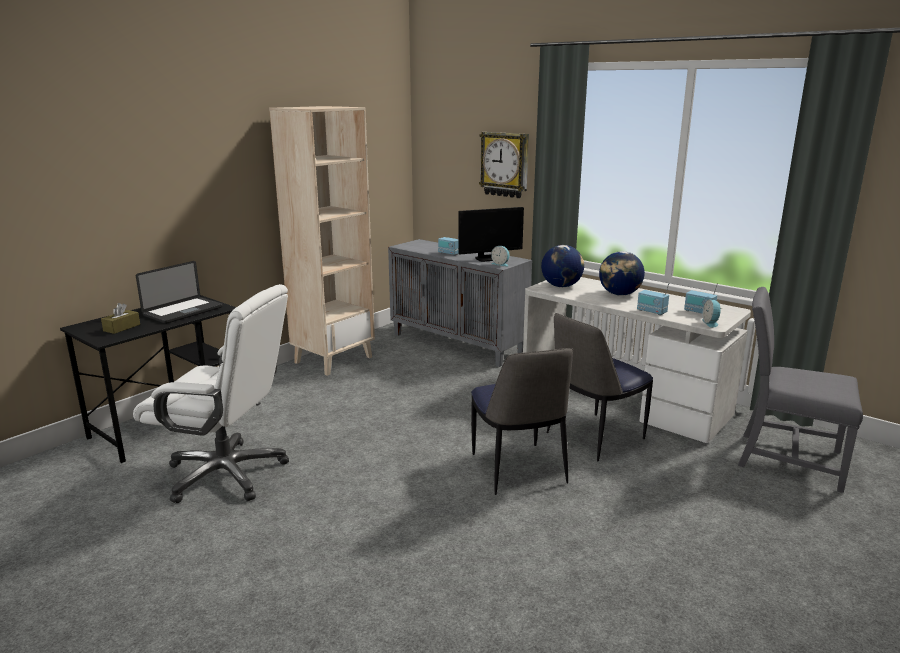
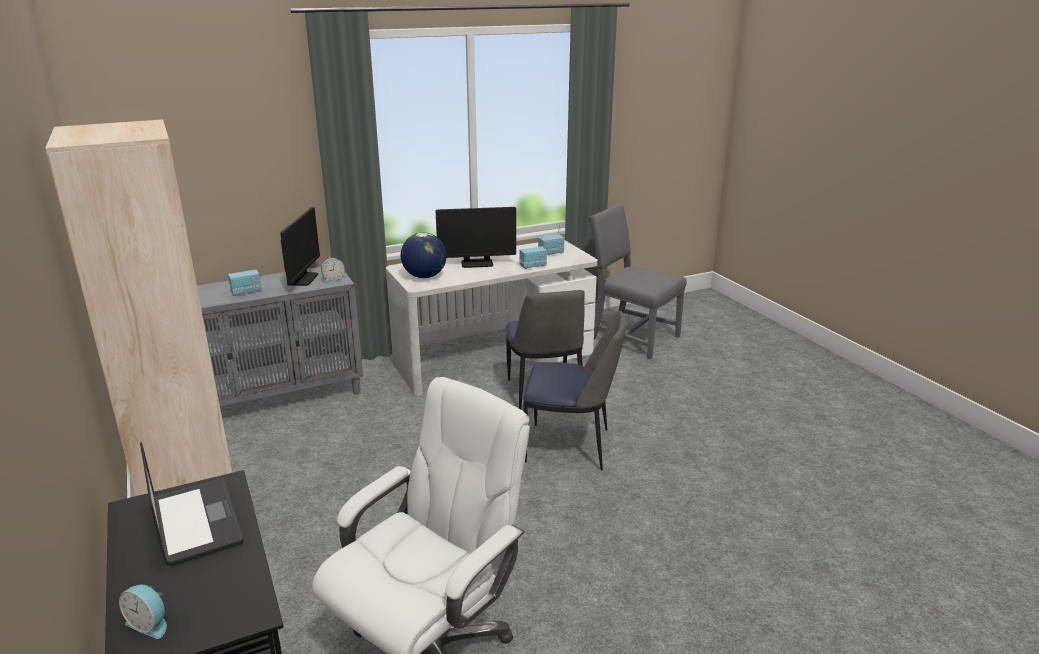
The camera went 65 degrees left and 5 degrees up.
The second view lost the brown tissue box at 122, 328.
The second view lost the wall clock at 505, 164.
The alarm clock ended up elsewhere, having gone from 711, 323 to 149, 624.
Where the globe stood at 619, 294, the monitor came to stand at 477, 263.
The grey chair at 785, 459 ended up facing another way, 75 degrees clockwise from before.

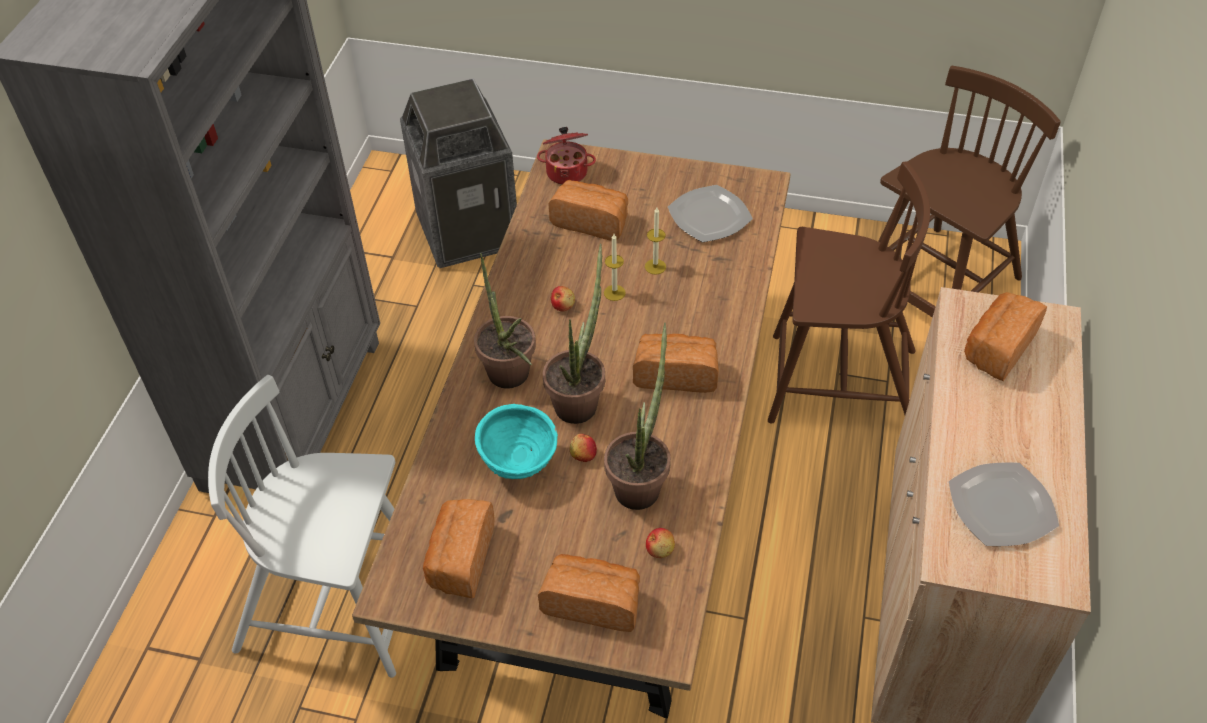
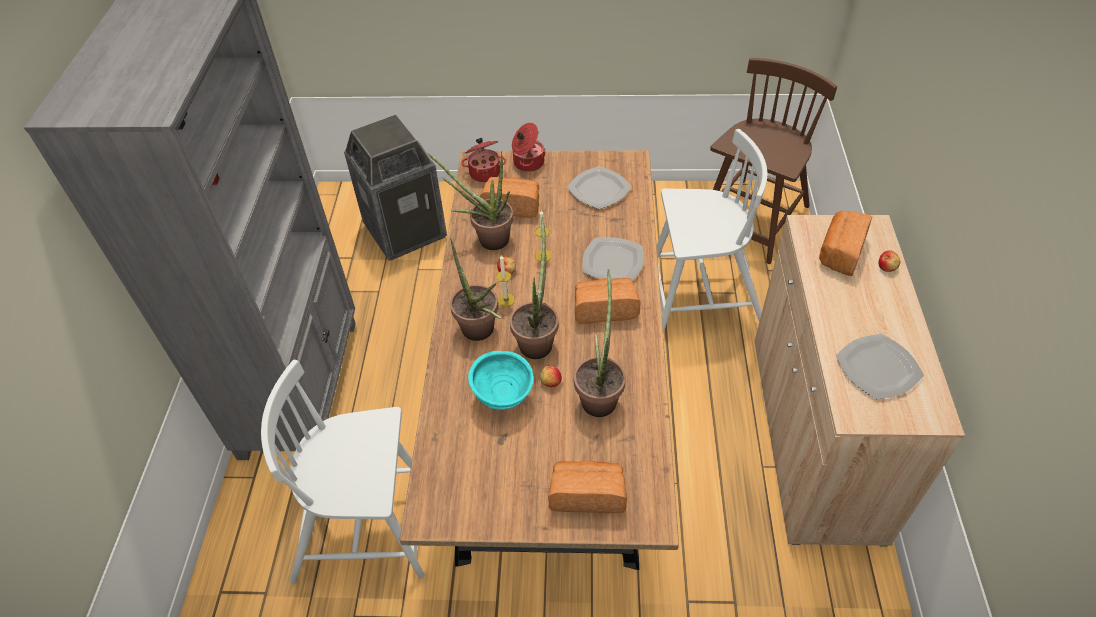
The camera went 10 degrees left and 0 degrees up.
The second view lost the bread at 460, 559.
The second view gained the potted plant at 487, 239.
The second view gained the cooking pot at 528, 162.
The second view gained the plate at 612, 261.
The candle ended up elsewhere, having gone from 655, 266 to 506, 300.
The apple ended up elsewhere, having gone from 660, 549 to 887, 267.
What was the brown chair at 838, 384 turned into the white chair at 701, 300.

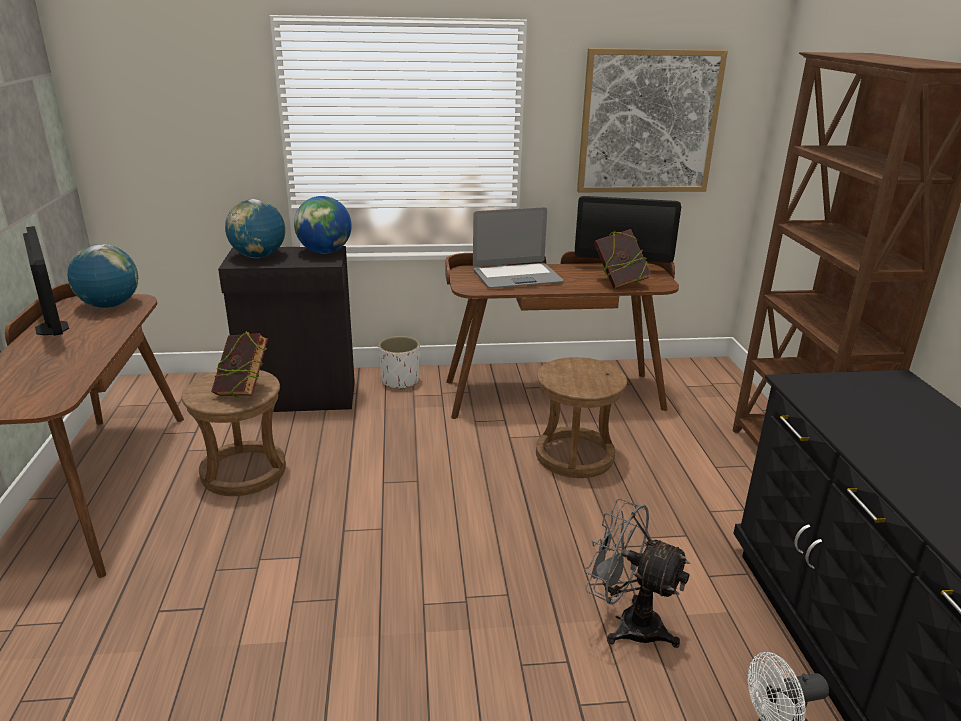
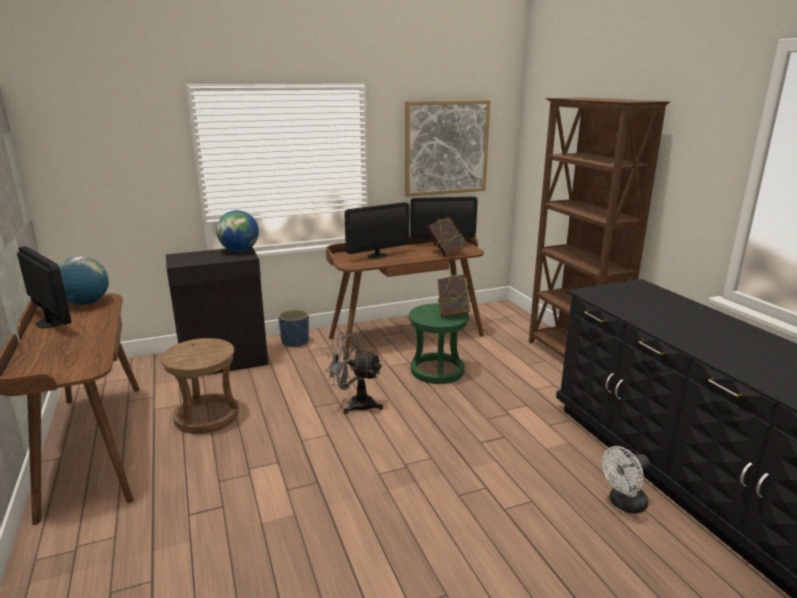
The camera went 15 degrees left and 5 degrees down.
The second view lost the globe at 259, 257.
The book ended up elsewhere, having gone from 243, 391 to 453, 313.
The grey fan ended up elsewhere, having gone from 628, 623 to 355, 404.
Where the laptop stood at 517, 277, the monitor came to stand at 377, 256.
What was the white planter at 400, 381 turned into the blue planter at 295, 342.
What was the brown stool at 574, 456 turned into the green stool at 437, 371.

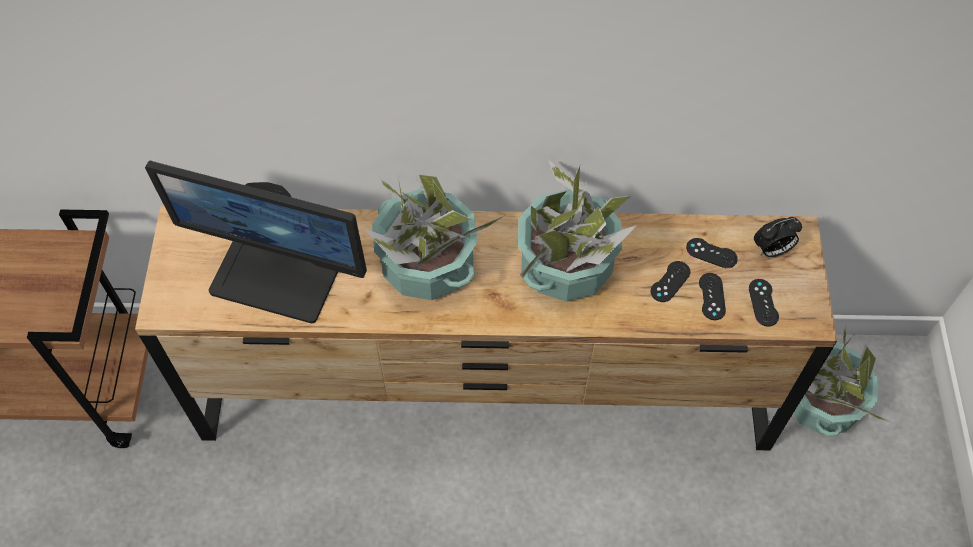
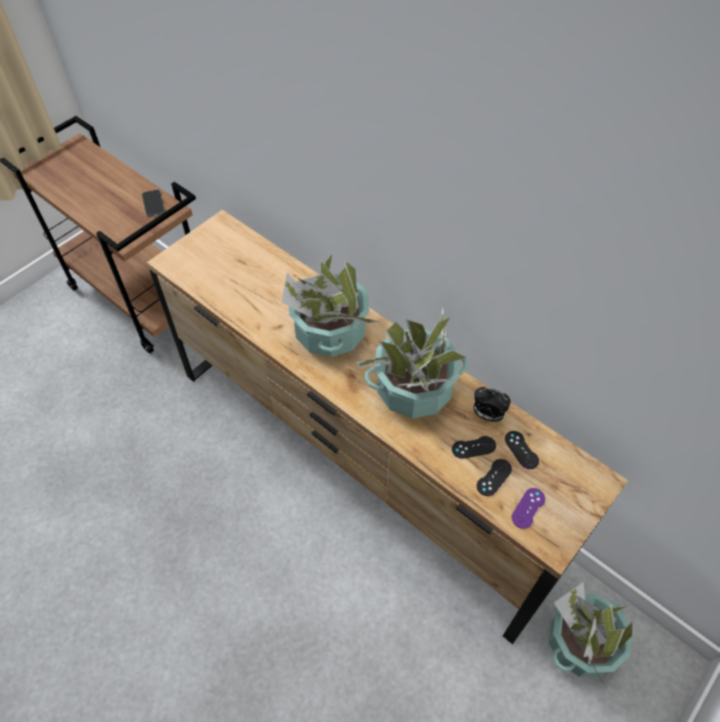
The camera went 40 degrees right and 5 degrees down.
The second view lost the monitor at 277, 276.
The second view gained the phone at 153, 204.
The alarm clock ended up elsewhere, having gone from 771, 250 to 487, 415.
What was the black game controller at 763, 302 turned into the purple game controller at 528, 508.

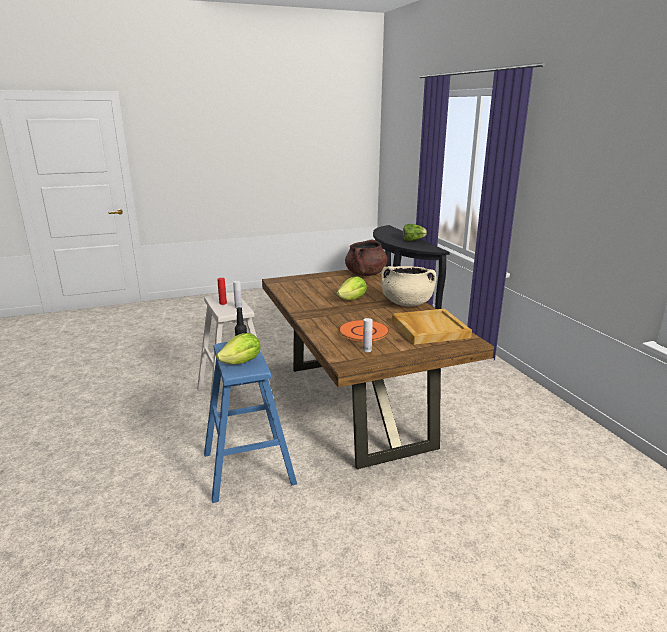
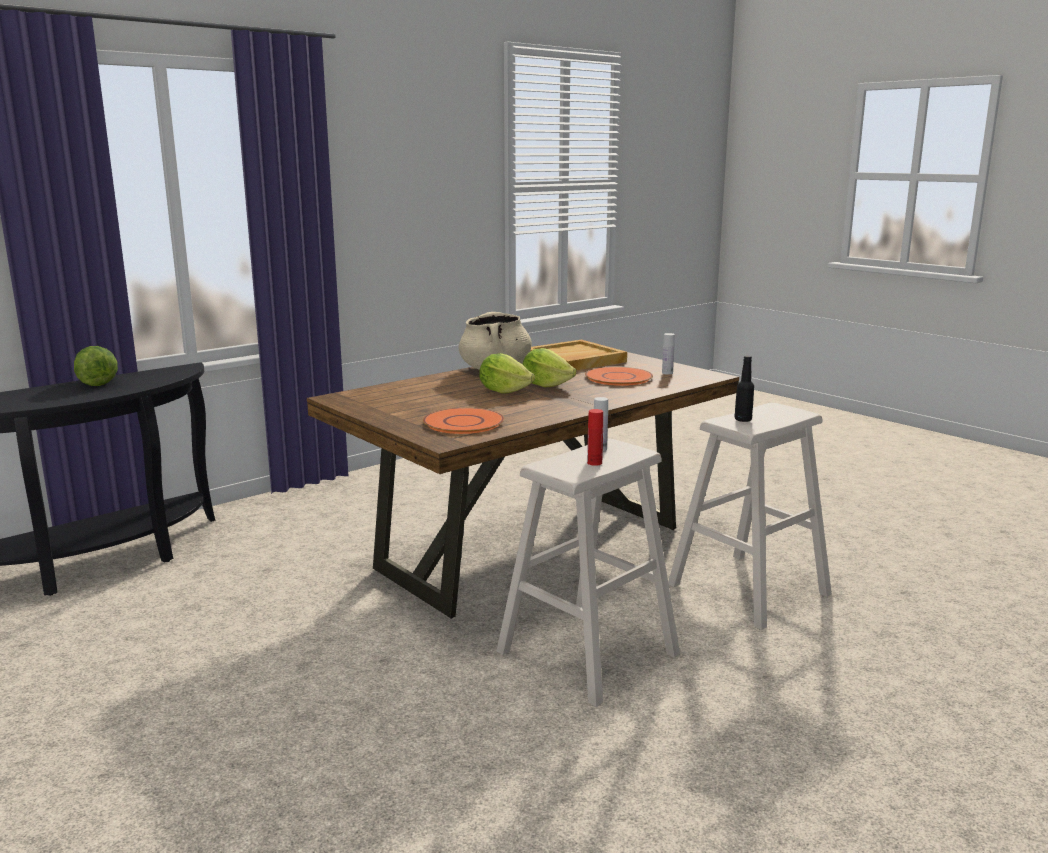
The camera went 110 degrees left and 5 degrees down.
The second view lost the brown cooking pot at 365, 274.
The second view gained the orange plate at 464, 423.
The lettuce ended up elsewhere, having gone from 242, 362 to 546, 385.
What was the blue stool at 248, 468 turned into the beige stool at 748, 589.

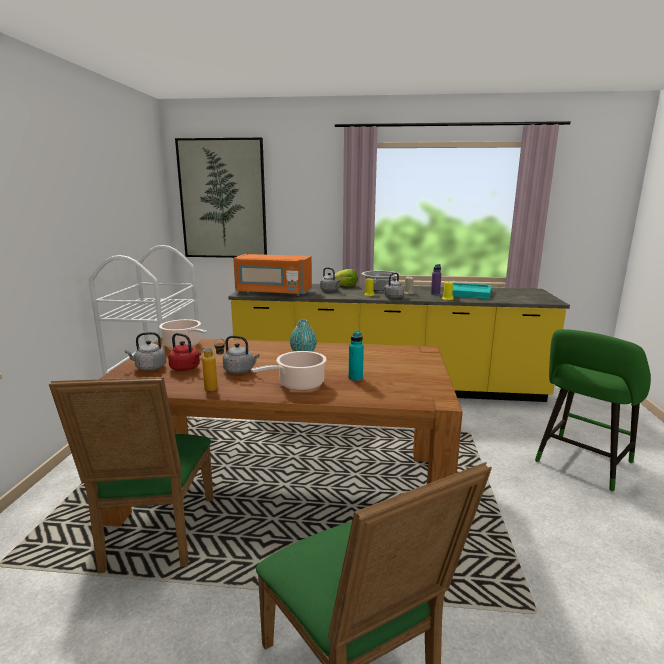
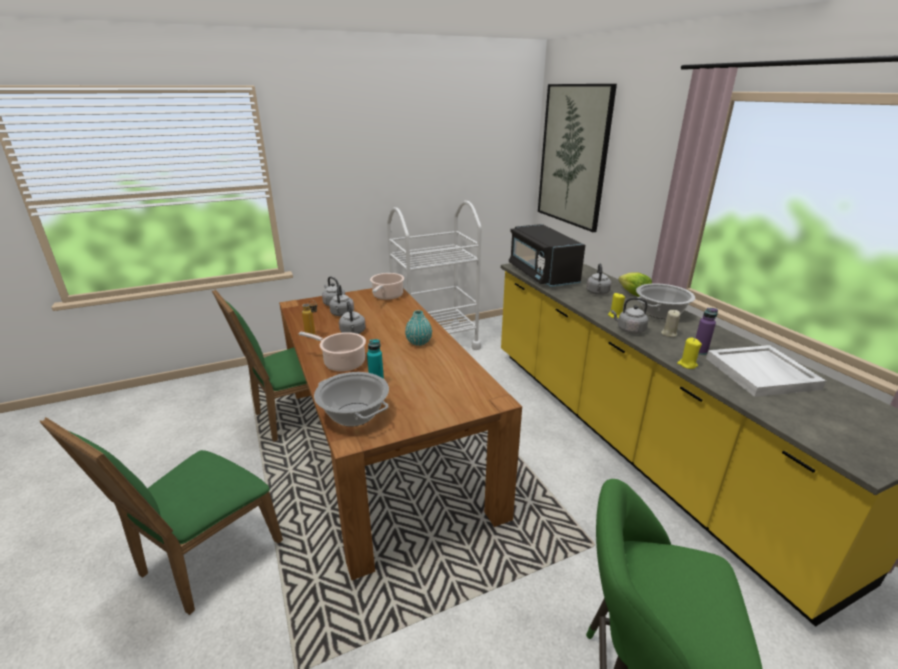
The camera went 60 degrees right and 10 degrees up.
The second view gained the cooking pot at 354, 415.
What was the red kettle at 186, 368 turned into the grey kettle at 342, 314.
What was the orange microwave at 273, 292 turned into the black microwave at 542, 274.
What was the turquoise tray at 468, 293 turned into the white tray at 762, 373.

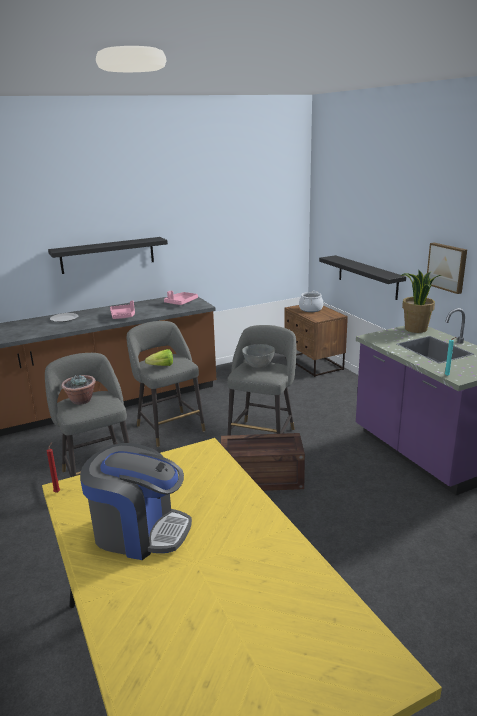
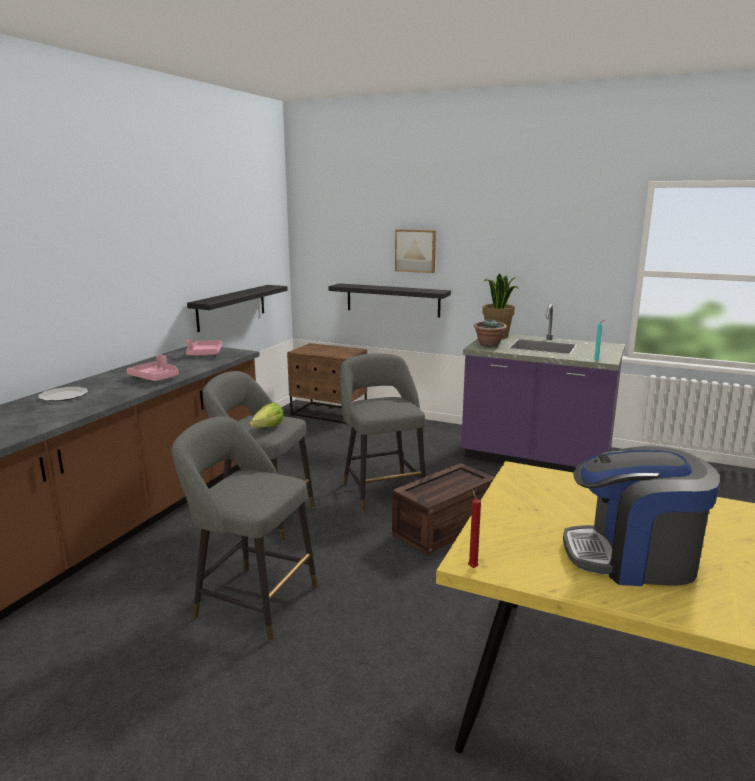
The camera went 40 degrees left and 5 degrees down.
The second view lost the grey bowl at 258, 366.
The second view lost the cooking pot at 310, 309.
The black shelf ended up elsewhere, having gone from 107, 255 to 231, 307.
The potted plant ended up elsewhere, having gone from 81, 401 to 489, 345.
The picture ended up elsewhere, having gone from 447, 267 to 415, 250.
The coffee machine at 139, 531 ended up facing another way, 150 degrees counterclockwise from before.

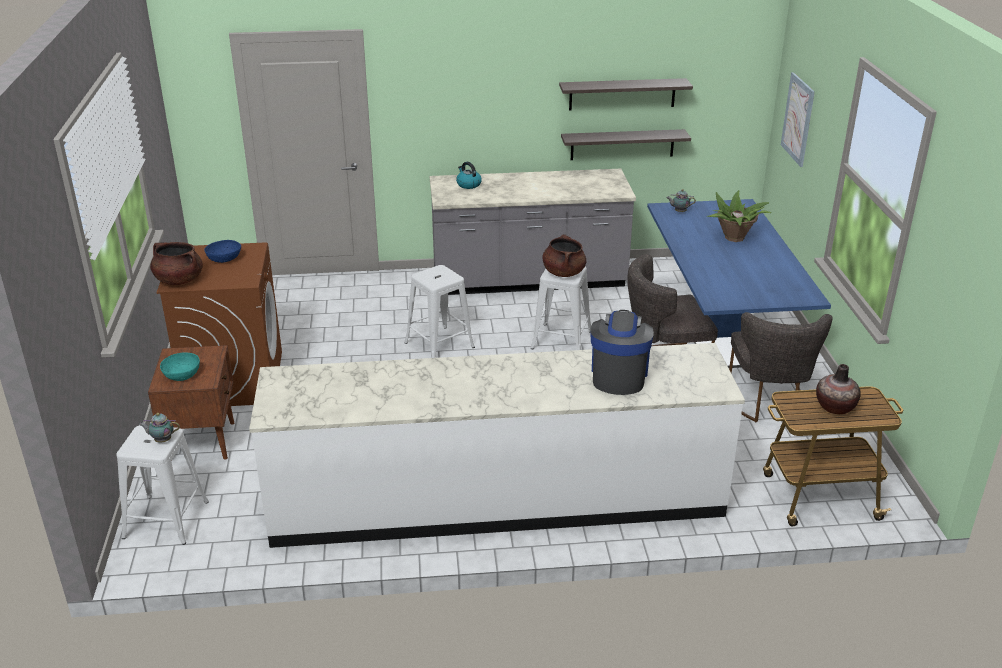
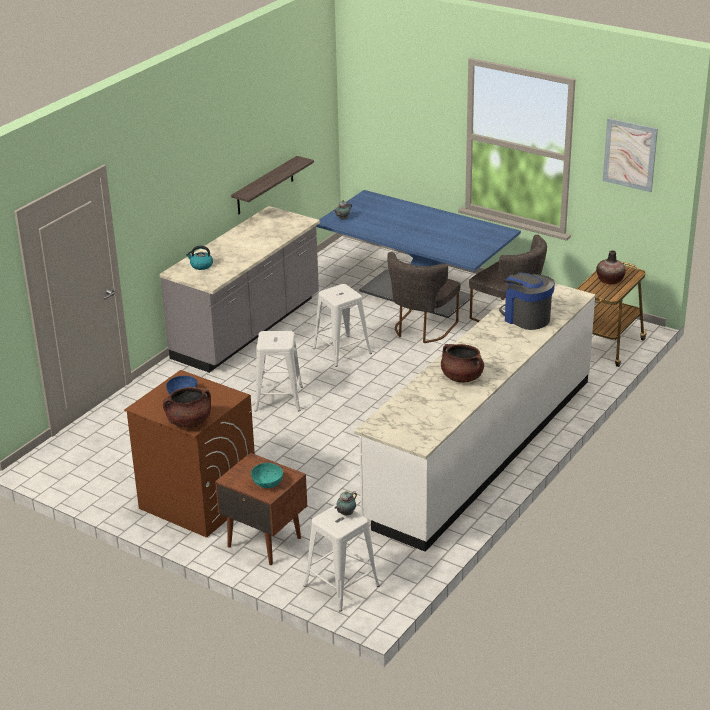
The camera went 50 degrees left and 0 degrees up.
The second view lost the shelf at 622, 94.
The second view lost the potted plant at 734, 238.
The brown cooking pot ended up elsewhere, having gone from 563, 272 to 461, 377.
The picture ended up elsewhere, having gone from 798, 119 to 630, 154.

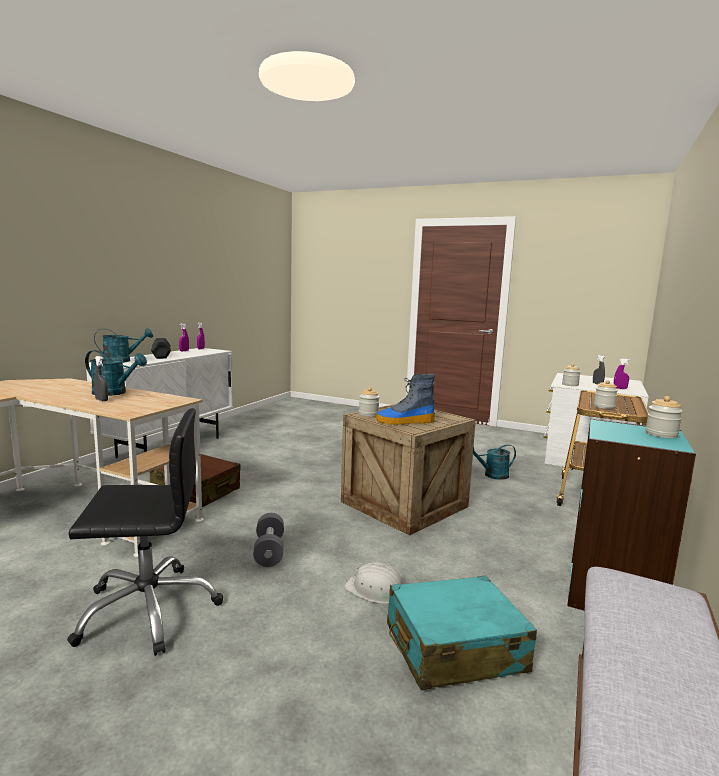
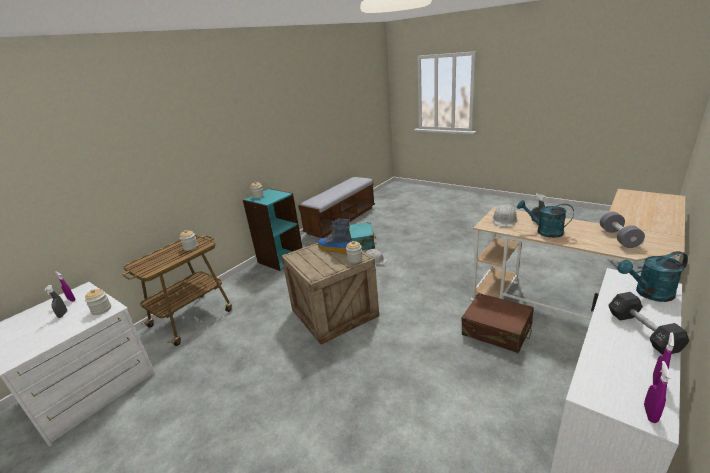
The camera went 165 degrees left and 15 degrees up.
The second view lost the black office chair at 149, 609.
The second view lost the turquoise watering can at 492, 475.
The second view gained the white hard hat at 504, 220.
The grey dumbbell ended up elsewhere, having gone from 269, 551 to 618, 238.
The boot at 405, 422 ended up facing another way, 150 degrees counterclockwise from before.

